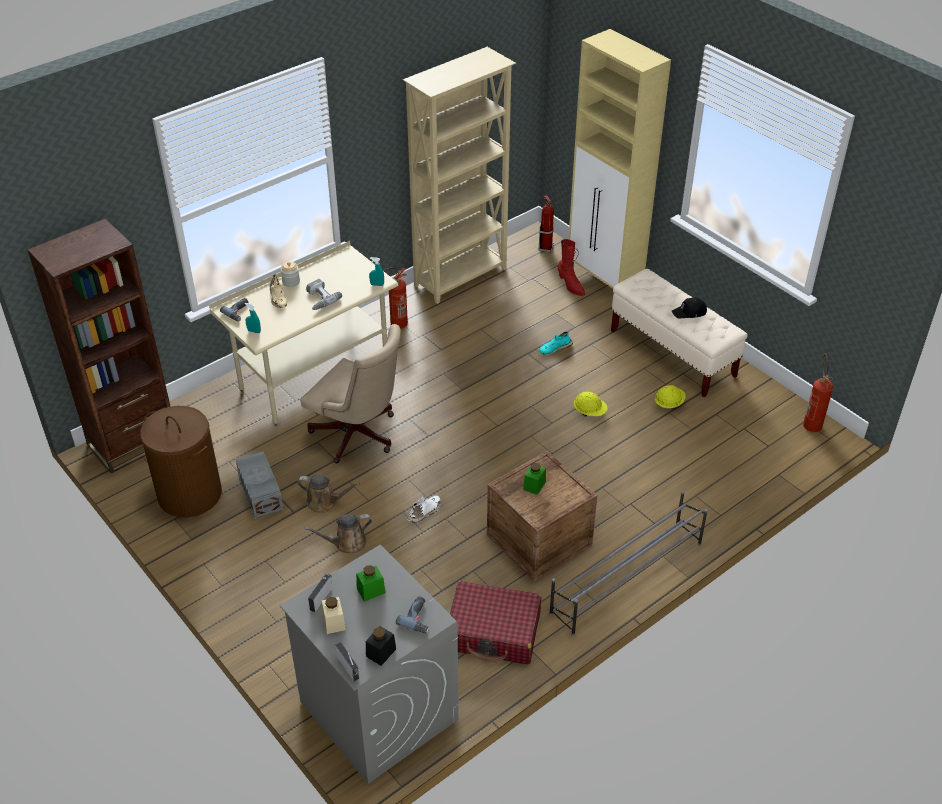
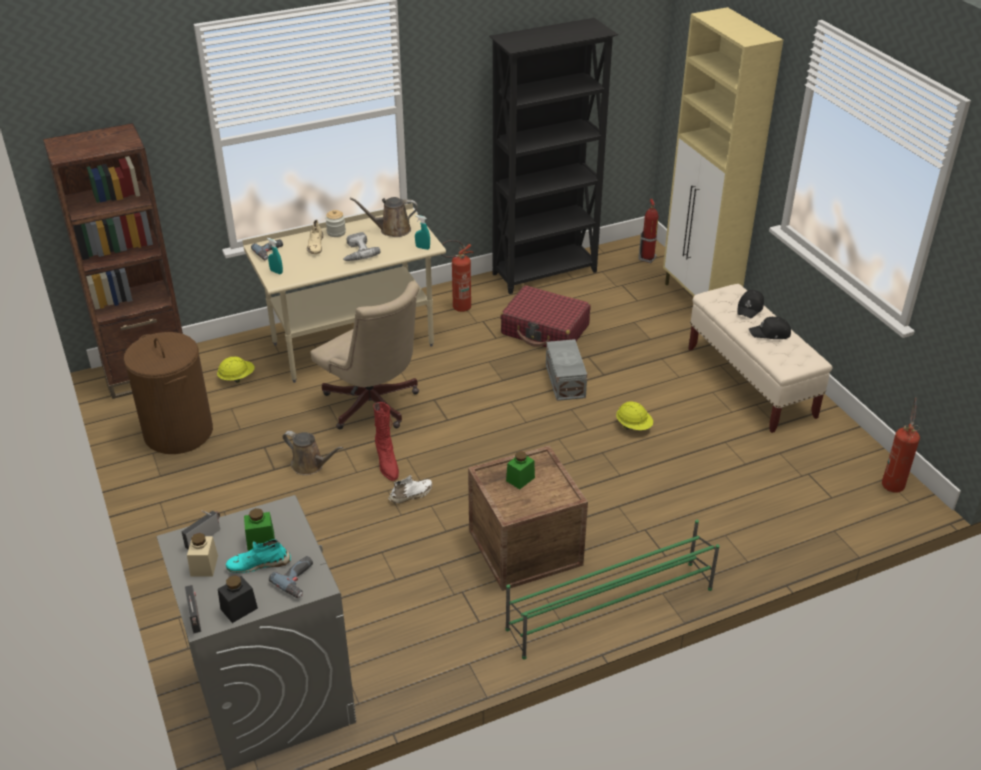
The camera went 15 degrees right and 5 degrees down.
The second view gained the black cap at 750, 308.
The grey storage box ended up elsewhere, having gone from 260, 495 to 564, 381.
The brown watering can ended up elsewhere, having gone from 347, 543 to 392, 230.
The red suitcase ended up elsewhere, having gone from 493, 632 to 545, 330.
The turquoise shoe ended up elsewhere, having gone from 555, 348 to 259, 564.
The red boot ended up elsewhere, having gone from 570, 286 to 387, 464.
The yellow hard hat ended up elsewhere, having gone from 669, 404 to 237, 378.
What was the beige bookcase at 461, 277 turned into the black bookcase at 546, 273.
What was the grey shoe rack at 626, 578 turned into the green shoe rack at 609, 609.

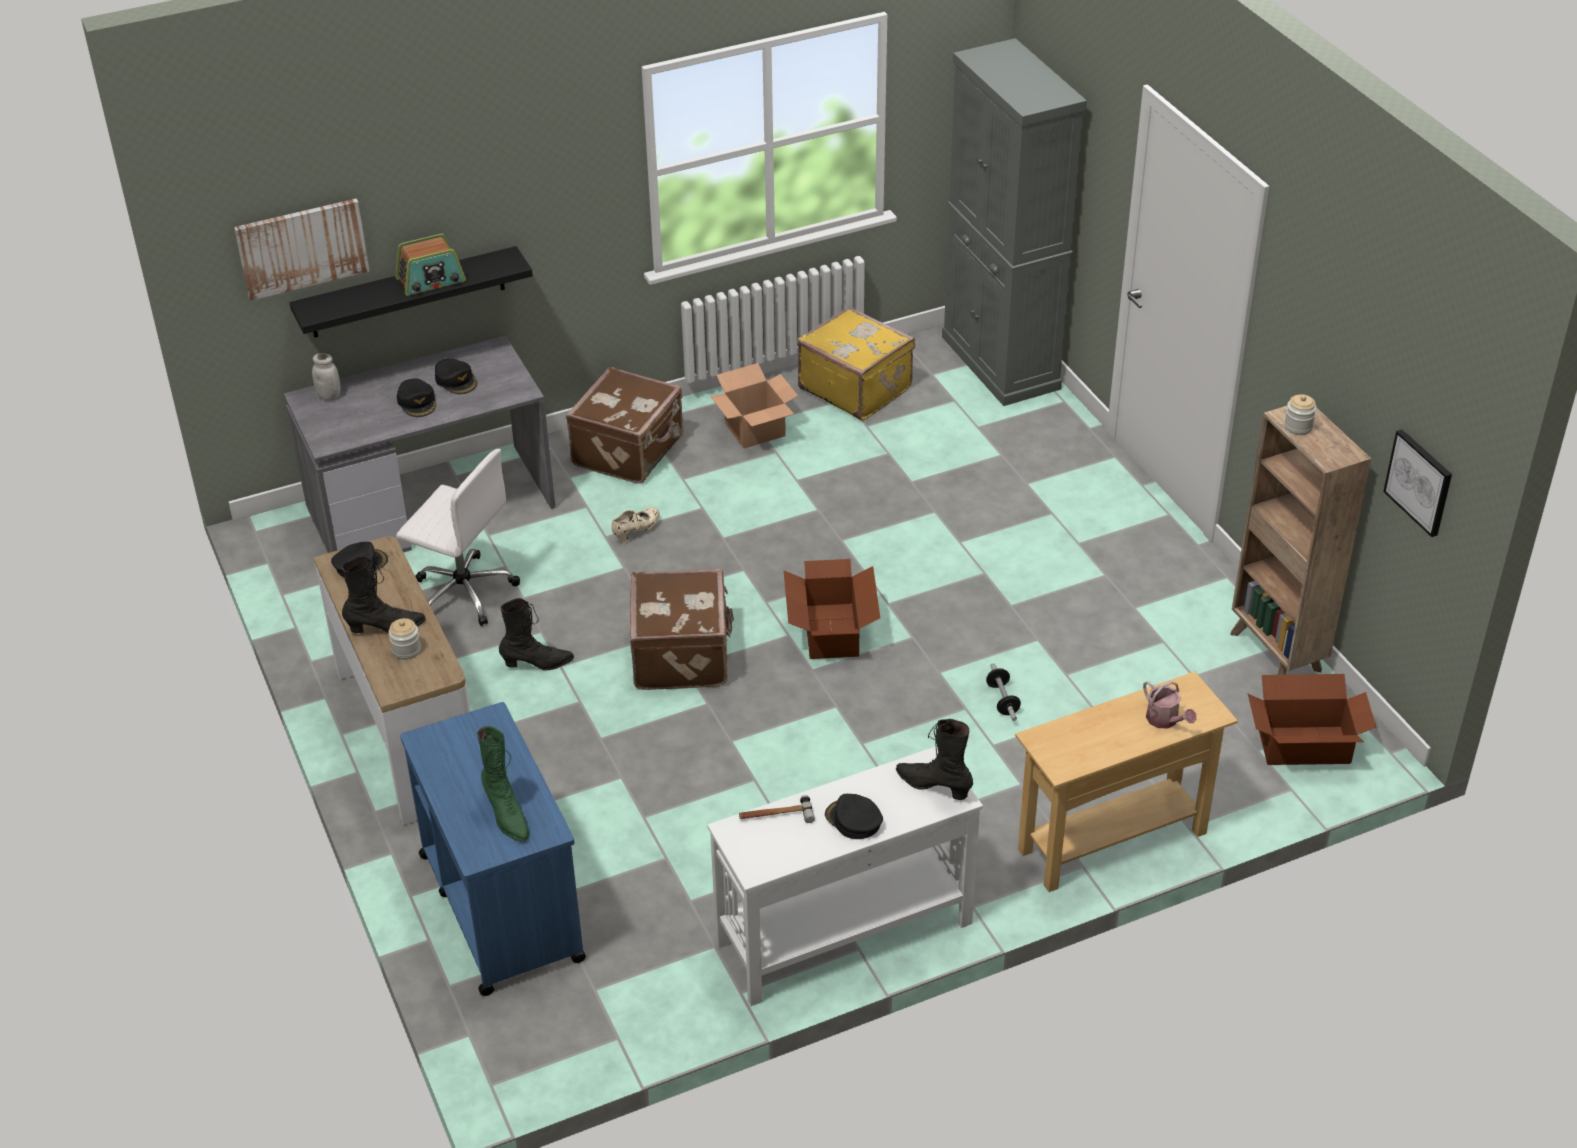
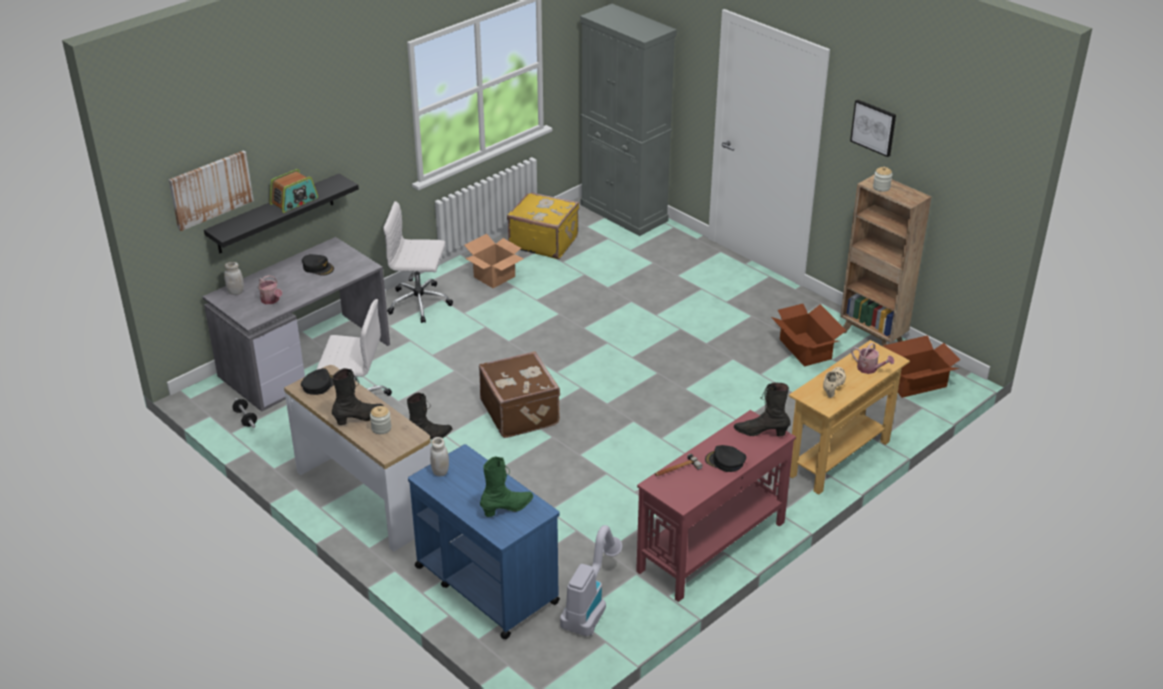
The camera went 20 degrees left and 5 degrees down.
The second view lost the black cap at 417, 402.
The second view gained the watering can at 271, 300.
The second view gained the white jar at 440, 471.
The second view gained the vacuum cleaner at 590, 605.
The beige shoe ended up elsewhere, having gone from 636, 531 to 833, 387.
The cardboard box ended up elsewhere, having gone from 830, 632 to 805, 349.
The dumbbell ended up elsewhere, having gone from 1002, 700 to 245, 418.
The picture ended up elsewhere, having gone from 1419, 482 to 873, 127.
Where the brown suitcase stood at 630, 451, the white office chair came to stand at 420, 303.
What was the white console table at 842, 933 turned into the red console table at 710, 547.
The green boot at 506, 815 ended up facing another way, 75 degrees counterclockwise from before.

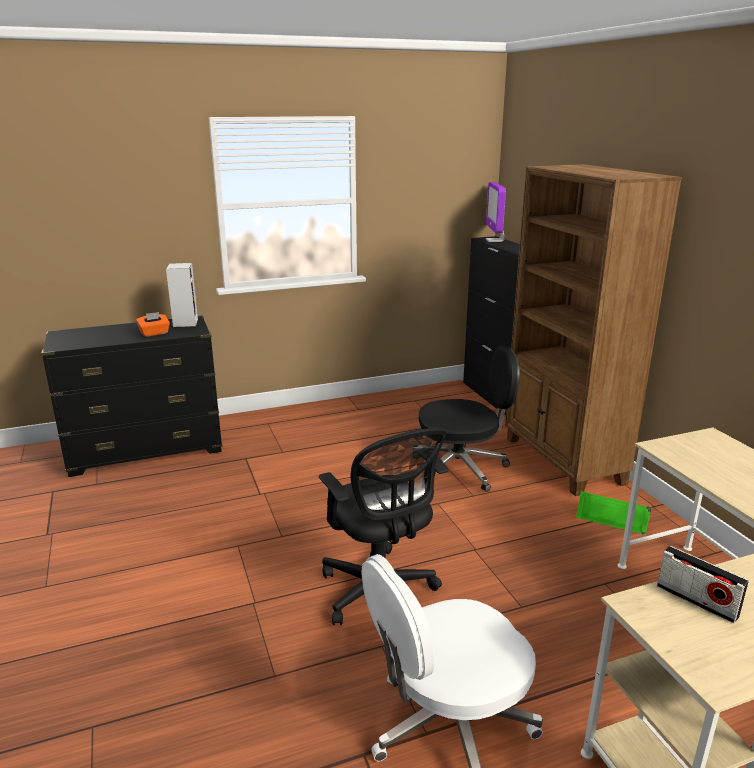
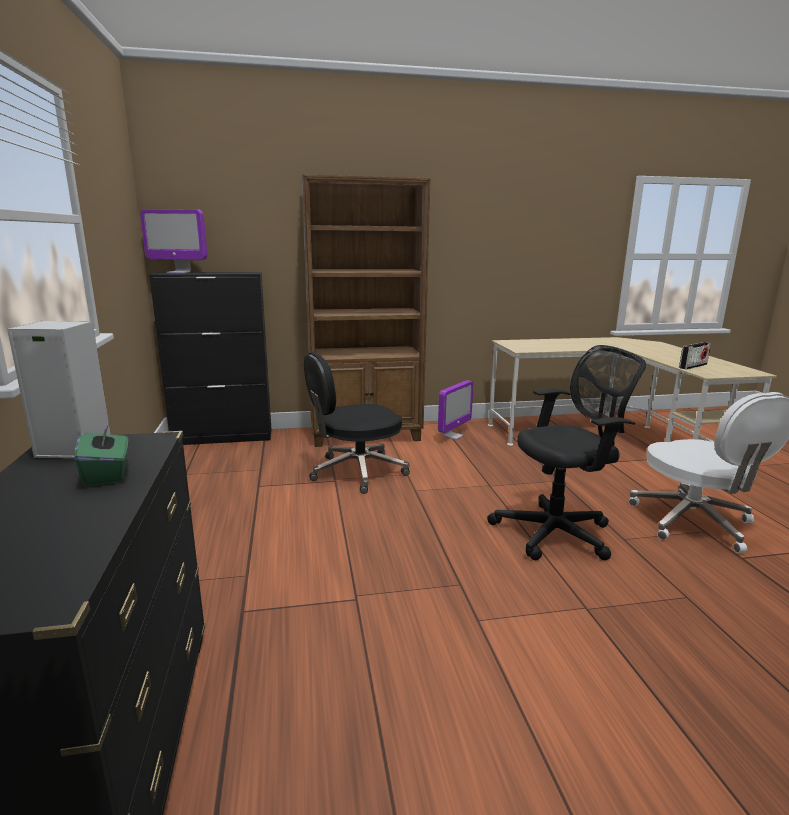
The camera went 80 degrees left and 5 degrees down.
Where the green speaker stood at 612, 518, the monitor came to stand at 453, 436.
What was the orange tissue box at 154, 333 turned into the green tissue box at 107, 474.
The black office chair at 461, 468 ended up facing another way, 120 degrees counterclockwise from before.

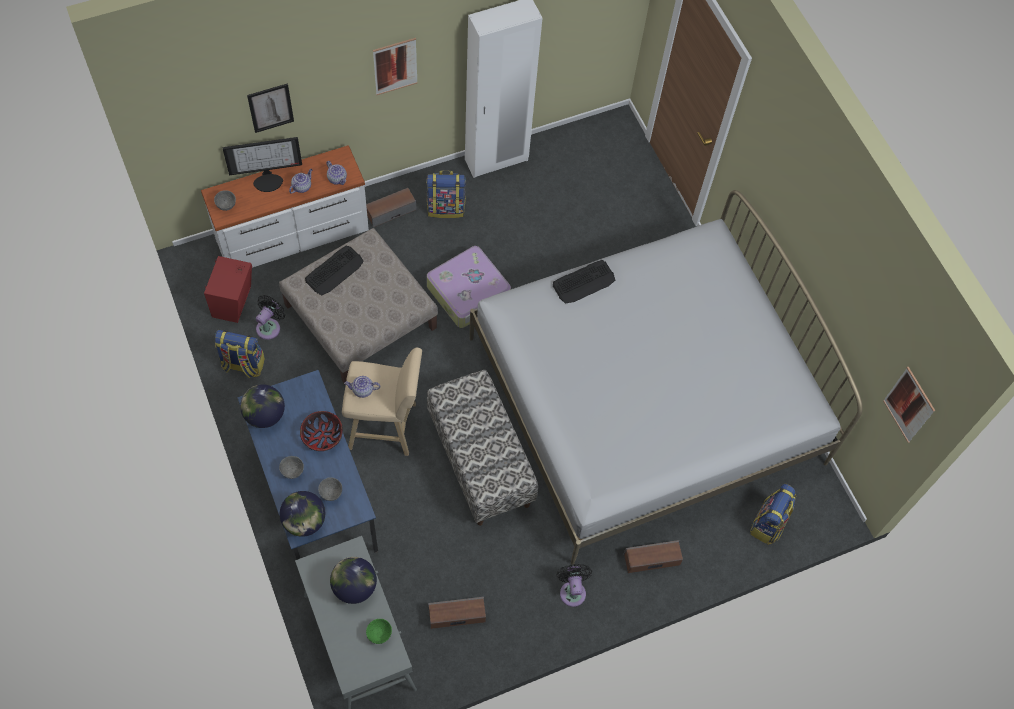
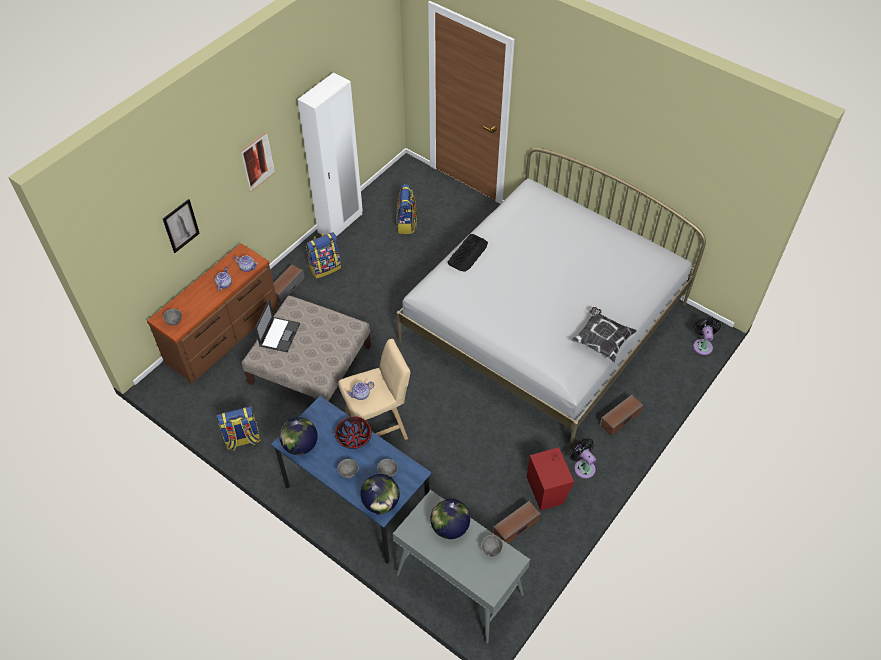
The camera went 25 degrees left and 10 degrees down.
The second view lost the monitor at 268, 180.
The second view lost the suitcase at 469, 293.
The second view lost the bench at 481, 461.
The second view lost the picture at 909, 405.
The second view gained the pillow at 601, 341.
The red speaker ended up elsewhere, having gone from 234, 301 to 546, 488.
The black fan ended up elsewhere, having gone from 270, 326 to 702, 345.
The backpack ended up elsewhere, having gone from 768, 524 to 407, 224.
Where the keyboard stood at 334, 271, the laptop came to stand at 279, 334.
What was the white dresser at 293, 236 turned into the brown dresser at 224, 335.
What was the green bowl at 380, 635 turned into the grey bowl at 492, 550.

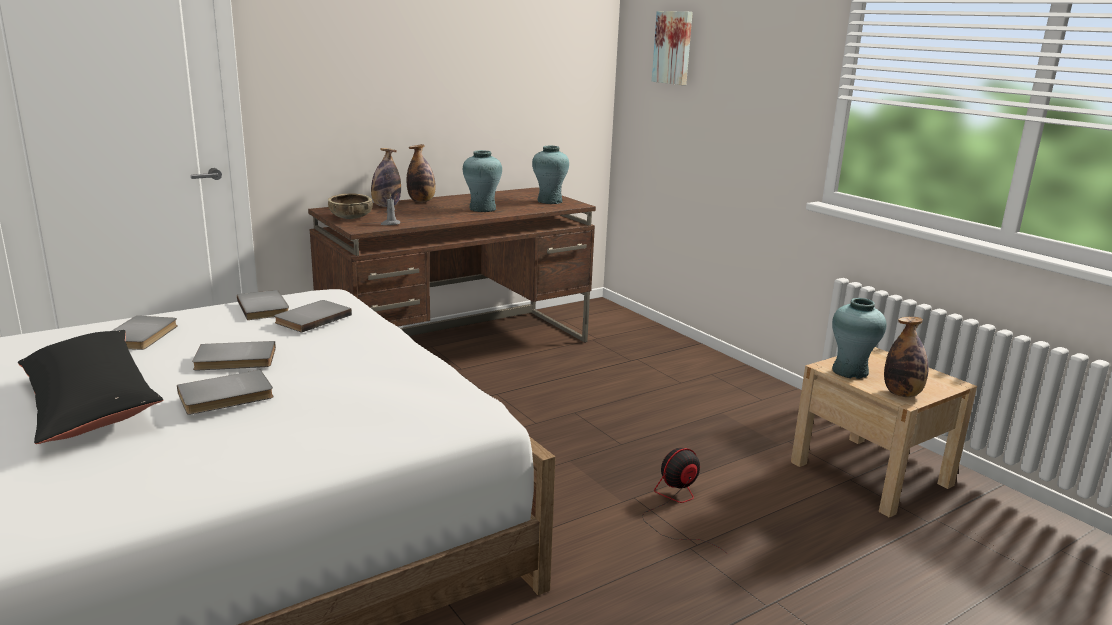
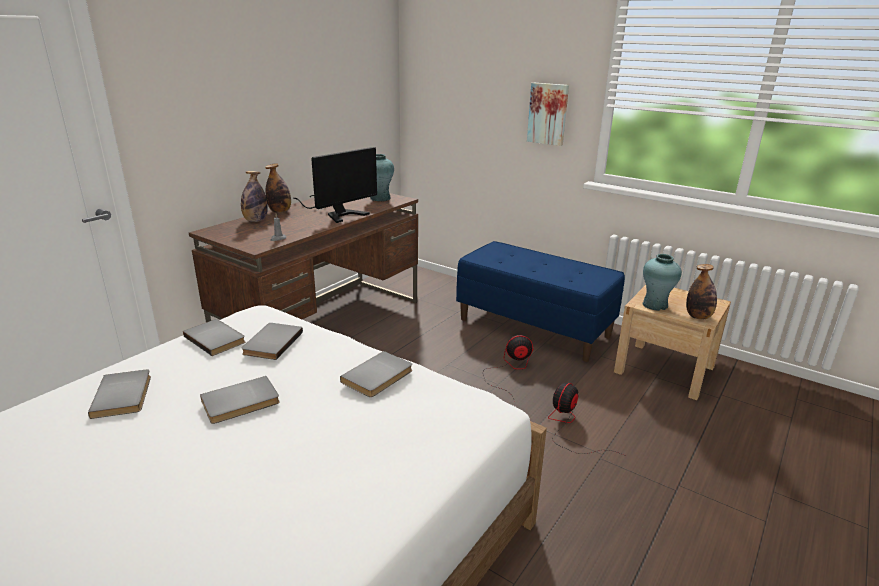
The camera went 20 degrees left and 5 degrees up.
The second view lost the black pillow at 89, 403.
The second view lost the brown bowl at 351, 217.
The second view gained the blue bench at 534, 327.
The second view gained the fan at 510, 370.
The grey book ended up elsewhere, having gone from 226, 396 to 379, 377.
The picture ended up elsewhere, having gone from 673, 47 to 548, 113.
Where the turquoise vase stood at 482, 209, the monitor came to stand at 337, 213.

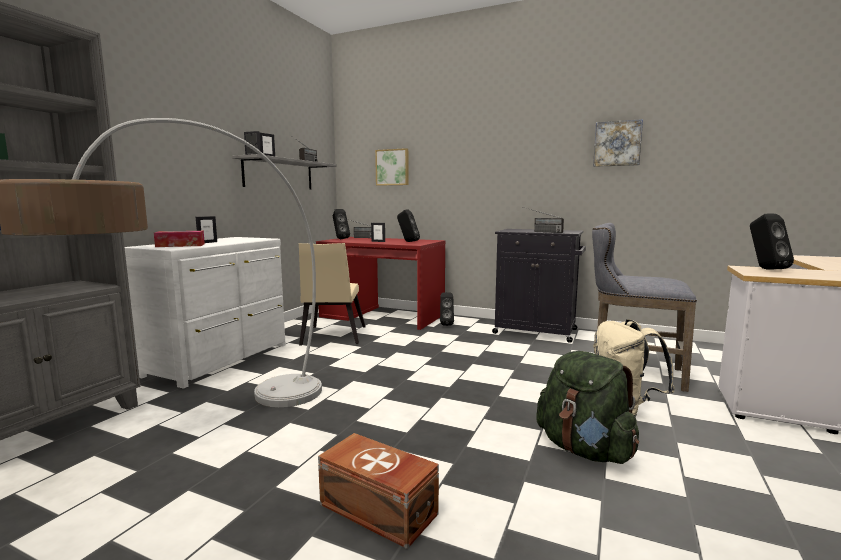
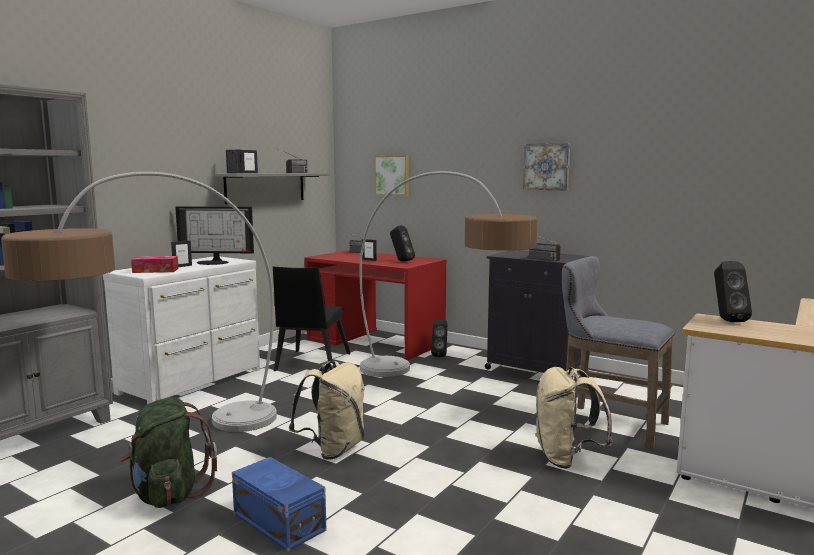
The camera went 10 degrees right and 0 degrees up.
The second view lost the black speaker at 340, 239.
The second view gained the monitor at 214, 262.
The second view gained the beige backpack at 333, 449.
The second view gained the floor lamp at 447, 379.
The green backpack ended up elsewhere, having gone from 584, 449 to 168, 494.
The picture ended up elsewhere, having gone from 617, 144 to 547, 166.
What was the beige chair at 332, 337 turned into the black chair at 310, 363.
What was the brown storage box at 378, 510 turned into the blue storage box at 278, 523.

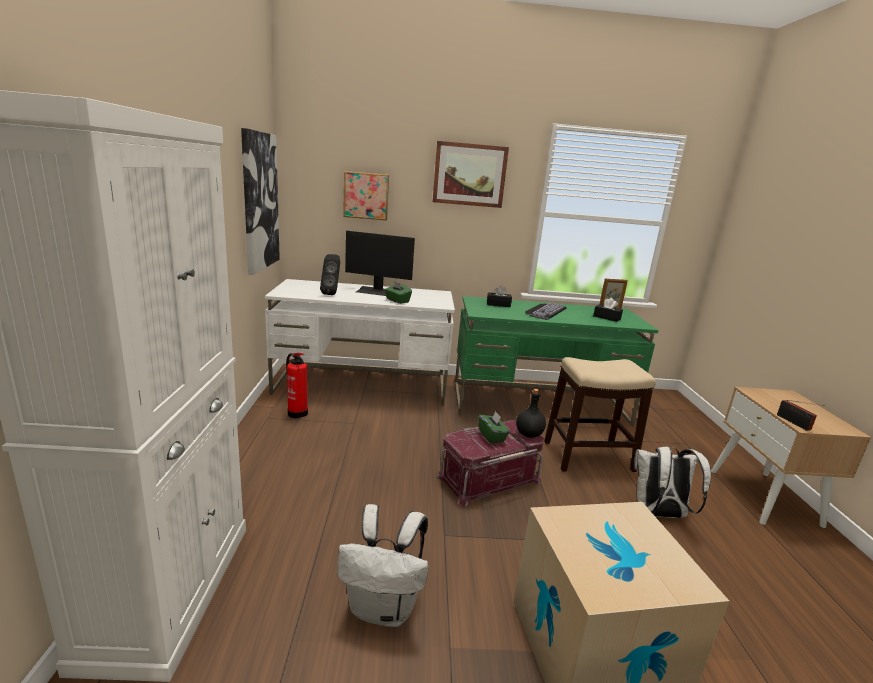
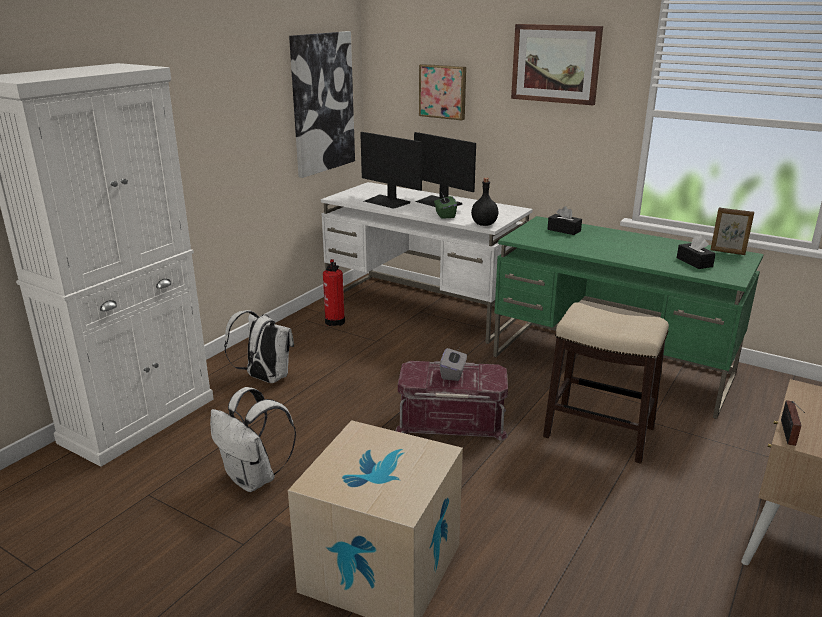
The camera went 35 degrees right and 5 degrees up.
The second view lost the keyboard at 544, 311.
The black bottle ended up elsewhere, having gone from 528, 434 to 483, 224.
The white backpack ended up elsewhere, having gone from 658, 514 to 265, 378.
Where the black speaker stood at 332, 294, the monitor came to stand at 387, 202.
What was the green tissue box at 492, 436 turned into the grey tissue box at 453, 373.

